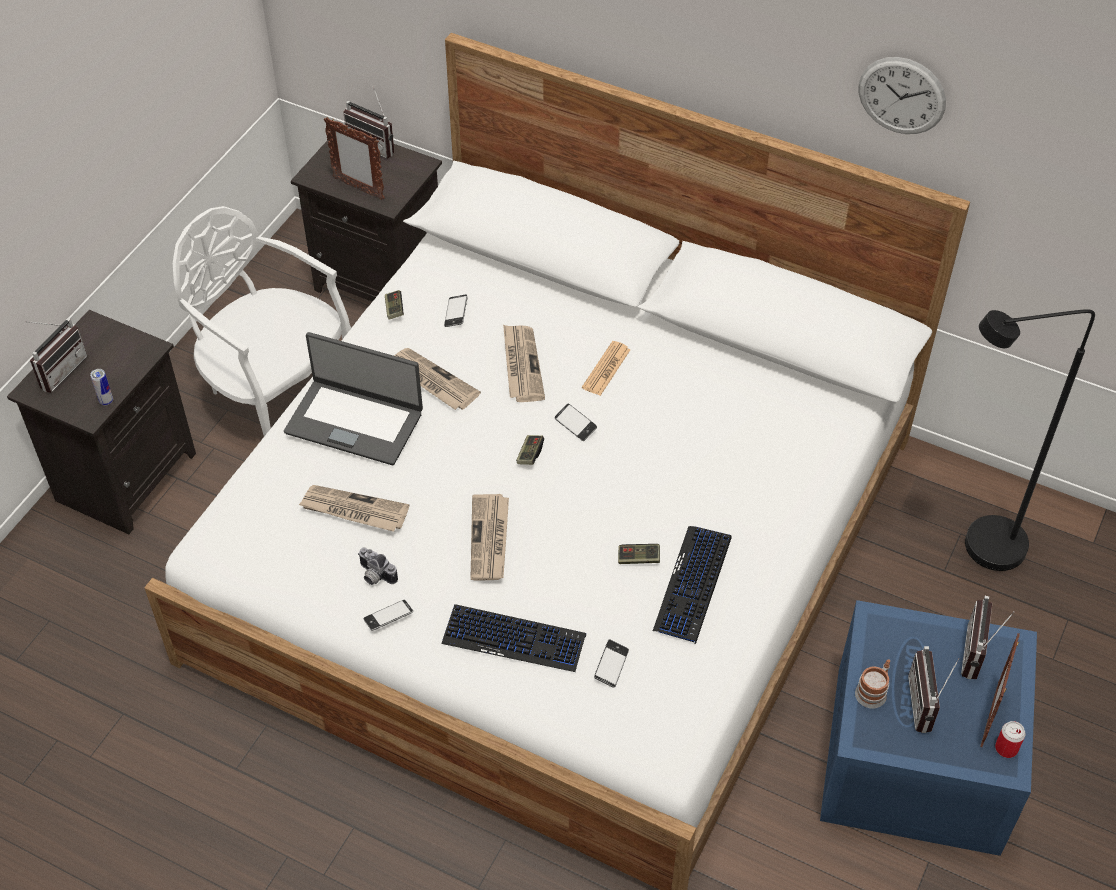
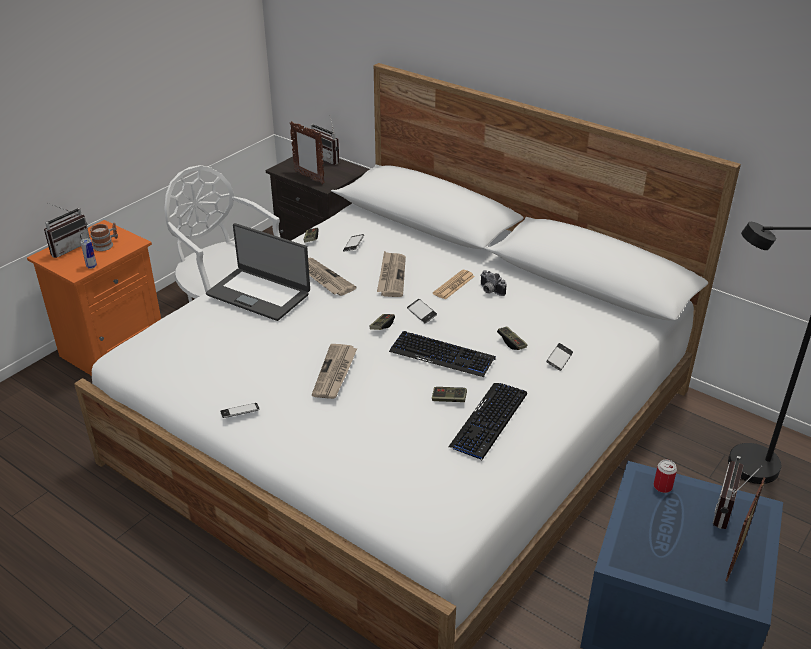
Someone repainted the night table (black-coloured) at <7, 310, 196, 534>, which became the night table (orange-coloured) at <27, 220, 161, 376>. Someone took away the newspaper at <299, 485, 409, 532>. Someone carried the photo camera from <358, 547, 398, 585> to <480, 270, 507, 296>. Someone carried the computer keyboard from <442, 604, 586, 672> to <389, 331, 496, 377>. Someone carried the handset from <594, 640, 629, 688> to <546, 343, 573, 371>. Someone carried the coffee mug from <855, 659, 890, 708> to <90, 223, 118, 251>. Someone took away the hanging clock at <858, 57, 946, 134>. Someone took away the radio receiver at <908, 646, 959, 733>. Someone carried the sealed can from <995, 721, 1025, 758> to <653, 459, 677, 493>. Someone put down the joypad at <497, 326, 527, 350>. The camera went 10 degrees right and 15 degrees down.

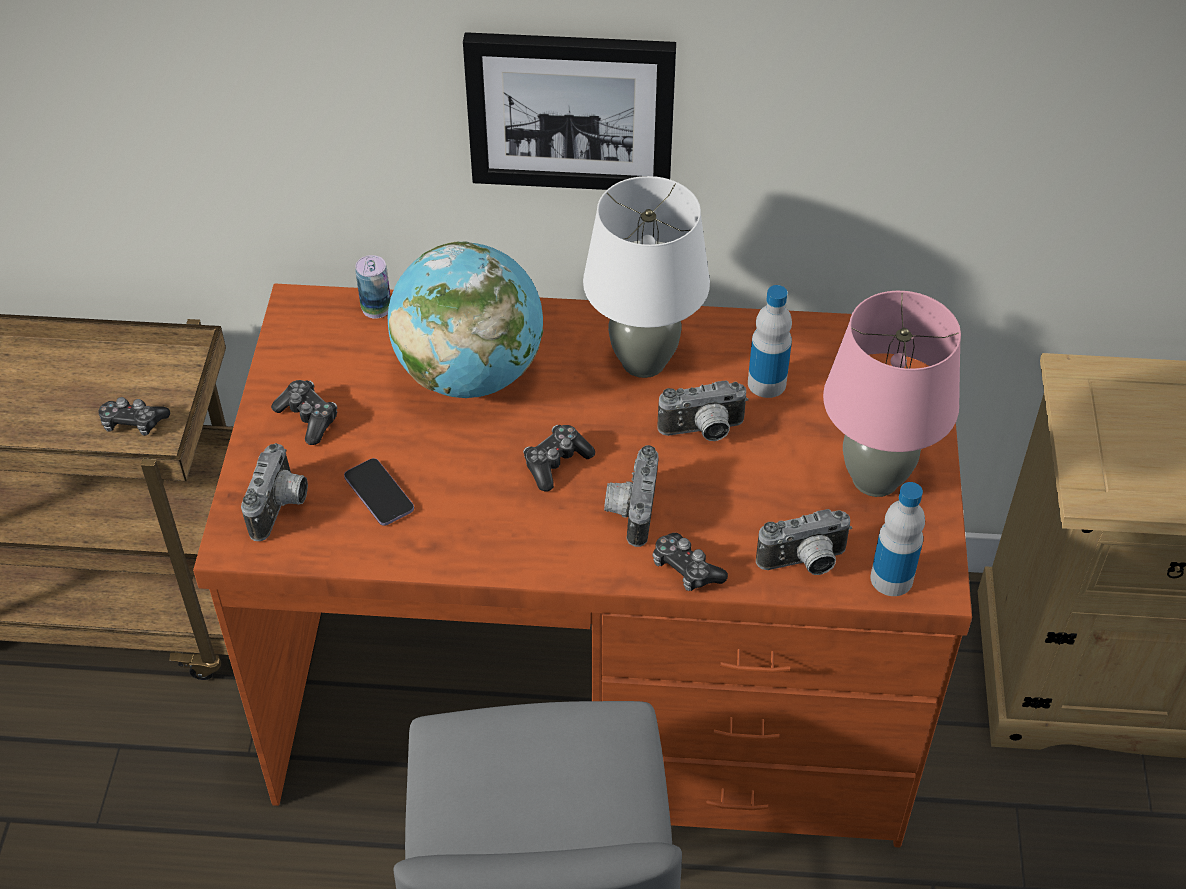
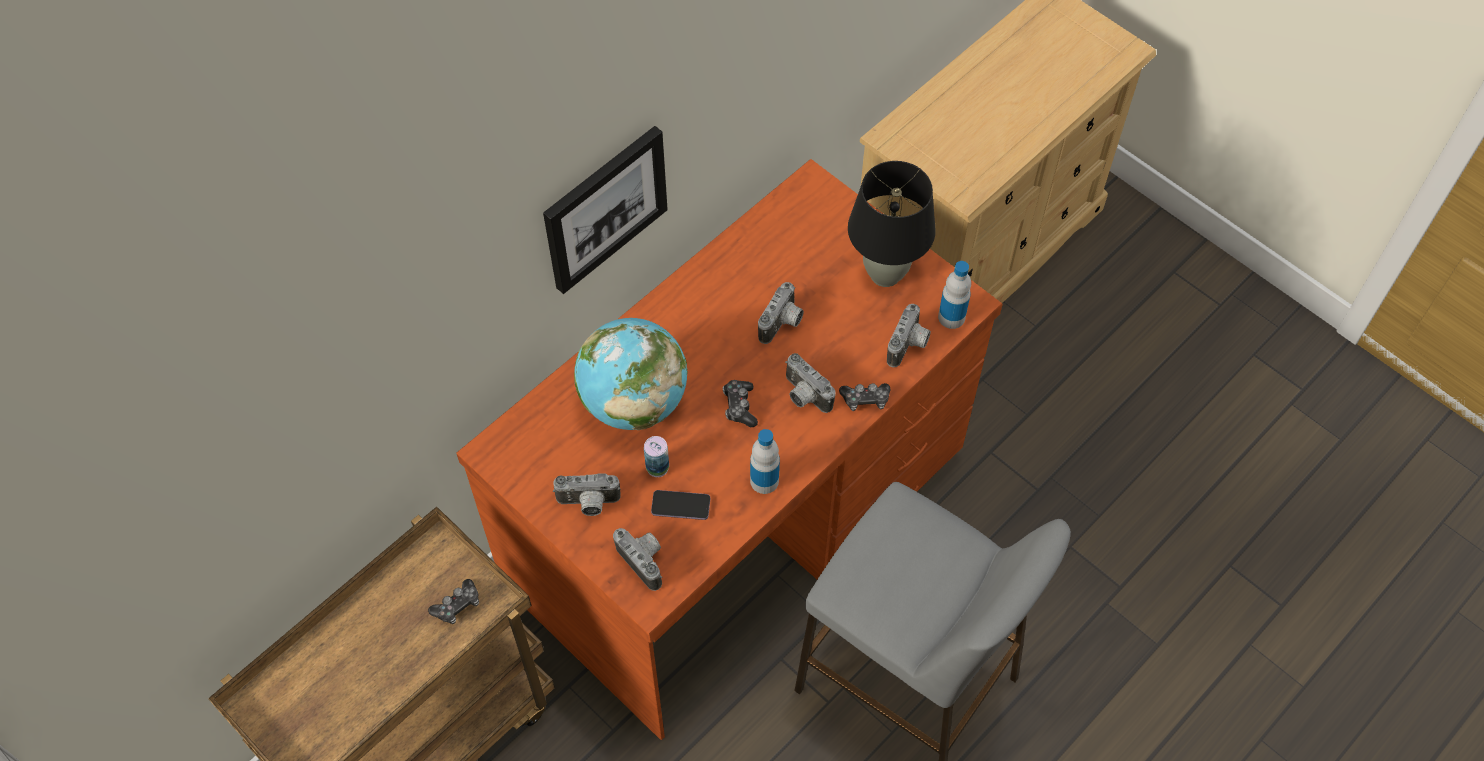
Someone swapped the joypad at <271, 380, 337, 445> for the photo camera at <553, 473, 621, 516>. Someone carried the sealed can from <356, 255, 391, 319> to <644, 436, 669, 477>. Someone took away the lamp for a table (whitish) at <583, 176, 710, 378>. Someone carried the drink bottle from <748, 285, 792, 398> to <750, 429, 780, 494>. Someone repainted the lamp for a table (pink-coloured) at <823, 291, 961, 497>, which became the lamp for a table (black-coloured) at <848, 161, 936, 287>. The camera went 50 degrees left and 10 degrees up.

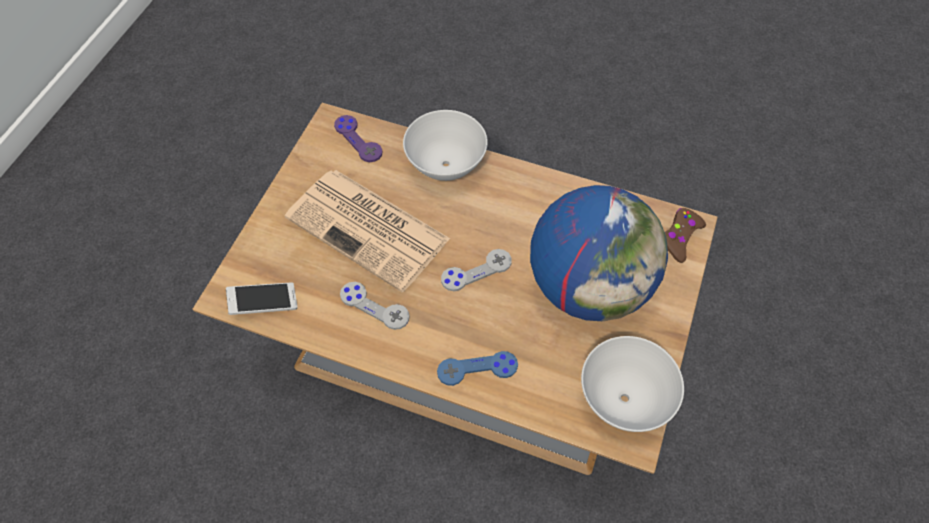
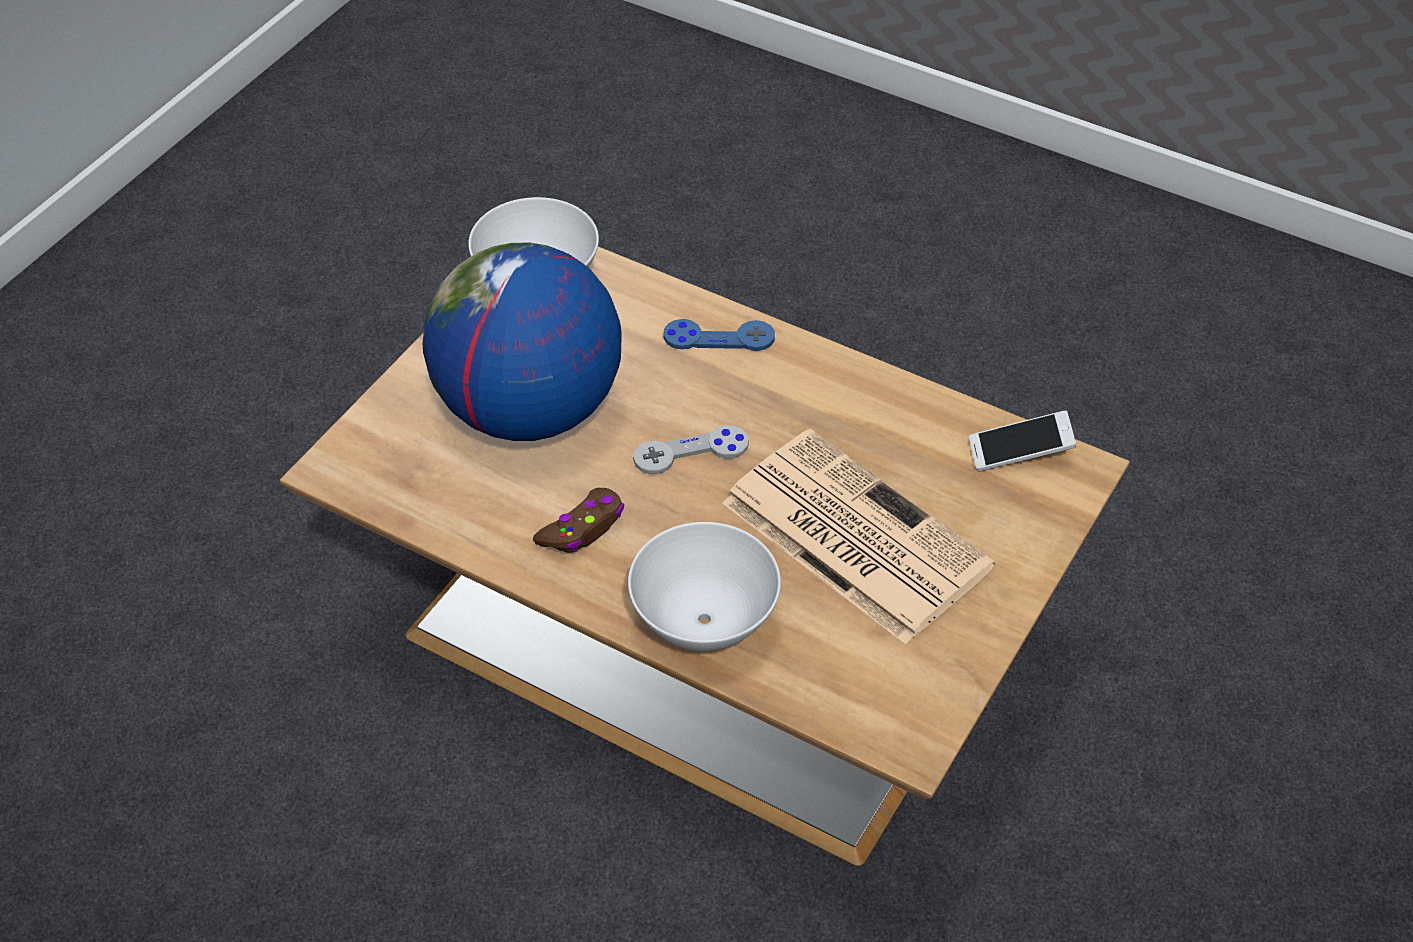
Someone took away the joypad (purple-coloured) at <334, 115, 383, 162>. Someone took away the joypad (gray) at <340, 282, 410, 330>. Someone carried the joypad (brownish) from <665, 208, 706, 263> to <533, 488, 624, 553>. The camera went 170 degrees left and 10 degrees down.

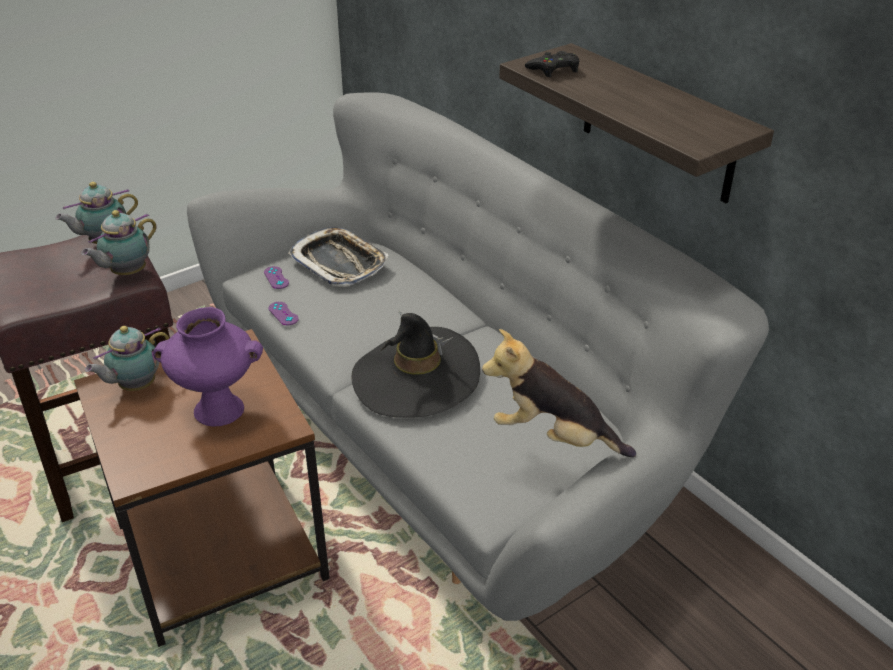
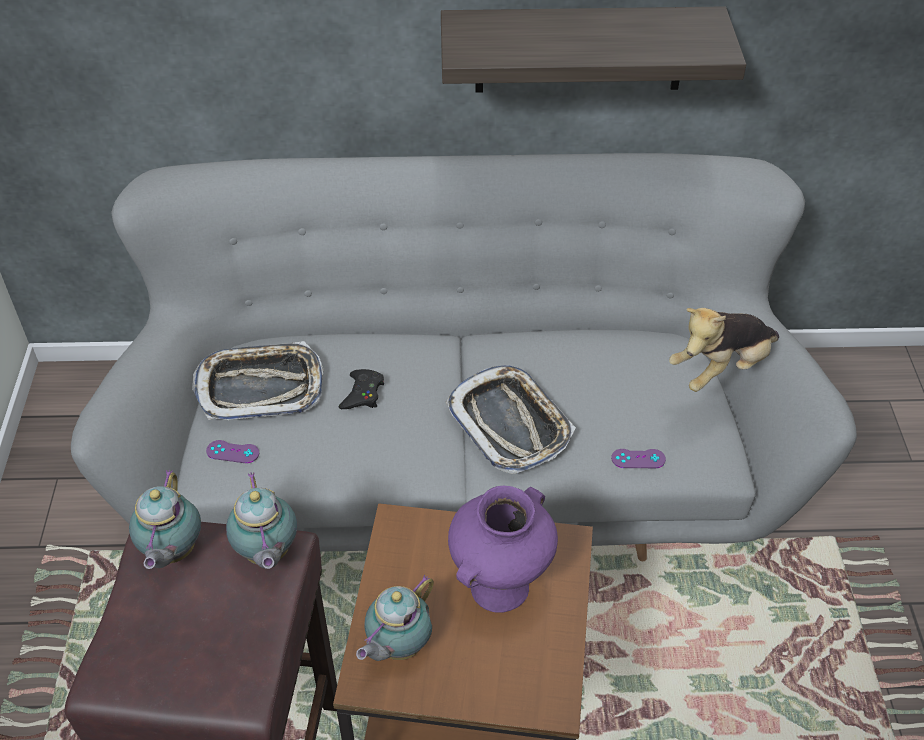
Someone rotated the teapot at <85, 326, 169, 391> by 45 degrees clockwise. Someone carried the joypad (purple-coloured) from <269, 302, 299, 325> to <611, 449, 666, 468>. Someone swapped the hat (black-coloured) at <351, 311, 480, 418> for the tray at <446, 365, 576, 474>. Someone carried the joypad (black-coloured) from <525, 51, 579, 77> to <338, 369, 384, 409>. The camera went 55 degrees left and 10 degrees up.

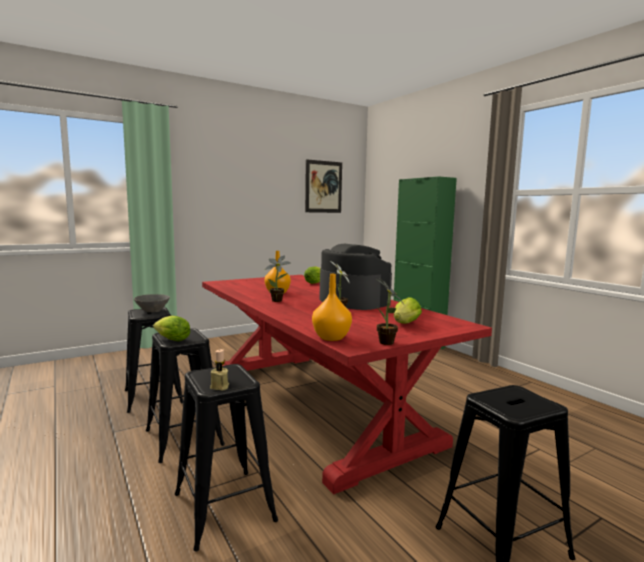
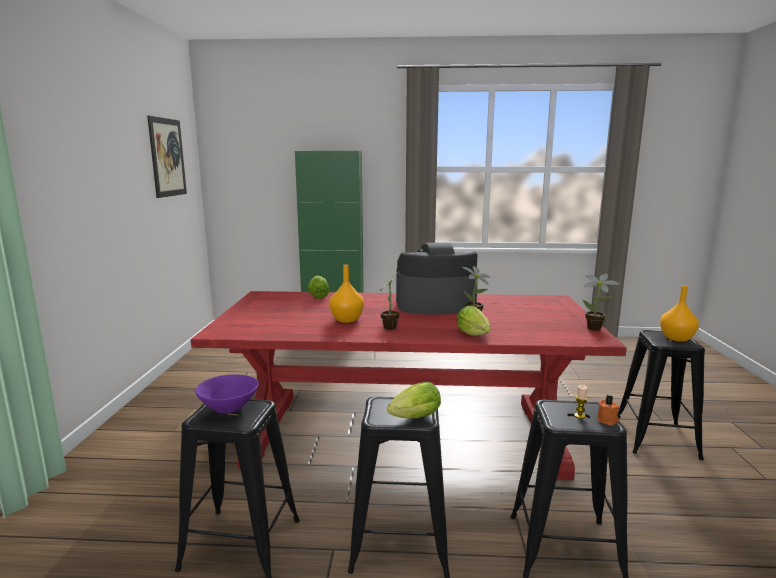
Someone repainted the deep dish (gray) at <134, 294, 170, 313>, which became the deep dish (purple-coloured) at <195, 374, 259, 414>. Someone repainted the wax light (sand-coloured) at <210, 362, 229, 391>, which became the wax light (orange-coloured) at <598, 395, 619, 426>. Someone carried the decorative vase (orange-coloured) from <312, 274, 352, 341> to <660, 285, 699, 342>. Someone carried the lettuce from <394, 297, 422, 324> to <457, 306, 491, 336>. The camera went 55 degrees left and 5 degrees up.

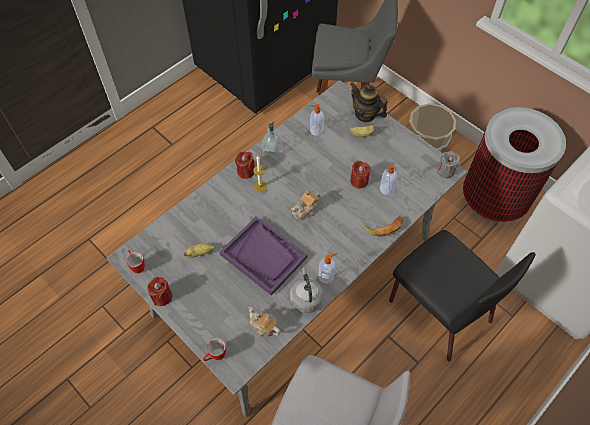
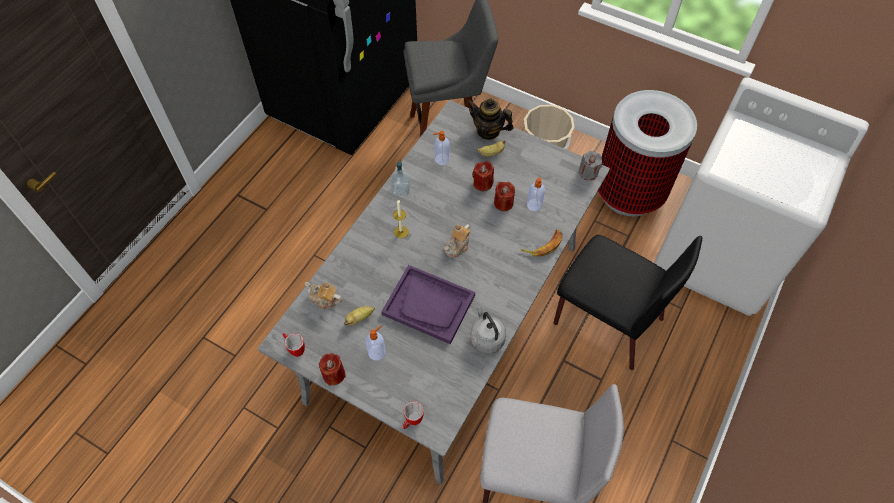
Someone carried the wax light (reddish) from <235, 152, 255, 179> to <472, 161, 494, 192>. Someone carried the teapot from <248, 307, 280, 337> to <305, 282, 342, 310>. Someone carried the liquid soap bottle from <318, 253, 337, 284> to <366, 326, 386, 361>. The camera went 15 degrees left and 0 degrees up.

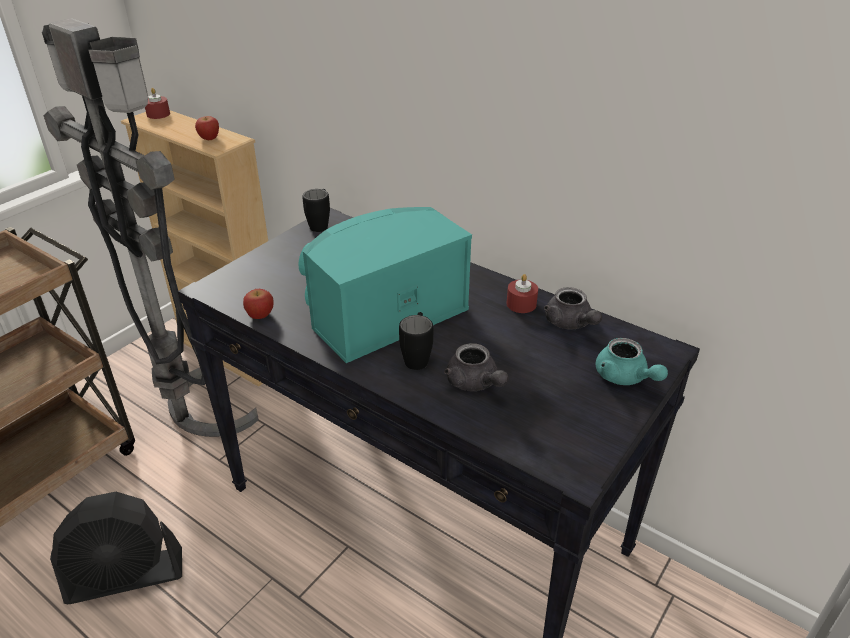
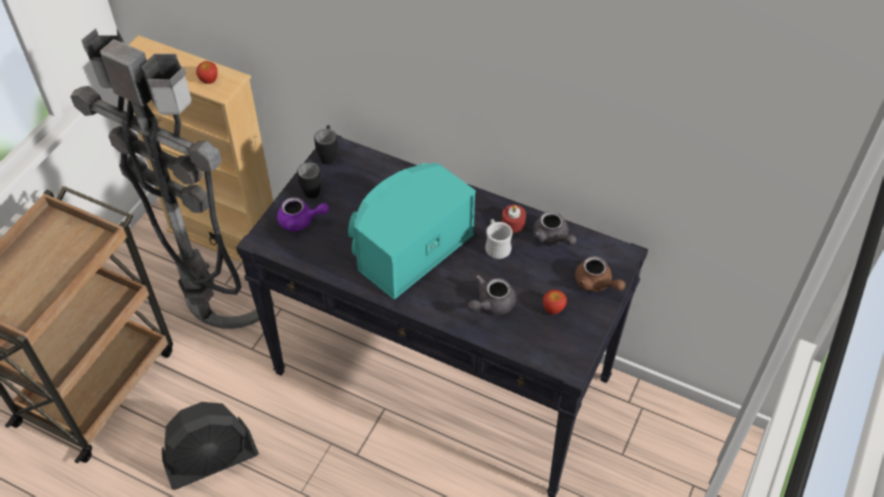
Someone took away the wax light (reddish) at <145, 88, 170, 119>. Someone carried the whole apple from <243, 289, 274, 319> to <543, 290, 567, 314>. Someone carried the coffee mug (black-coloured) from <399, 312, 433, 370> to <297, 158, 321, 199>. Someone rotated the teapot (gray) at <444, 343, 509, 391> by 90 degrees clockwise. Someone repainted the teapot (blue-green) at <595, 338, 668, 385>, which became the teapot (brownish) at <575, 256, 626, 292>. Someone put down the teapot (purple-coloured) at <277, 197, 329, 232>. Someone put down the coffee mug (whitish) at <485, 219, 513, 259>. The camera went 10 degrees left and 15 degrees up.

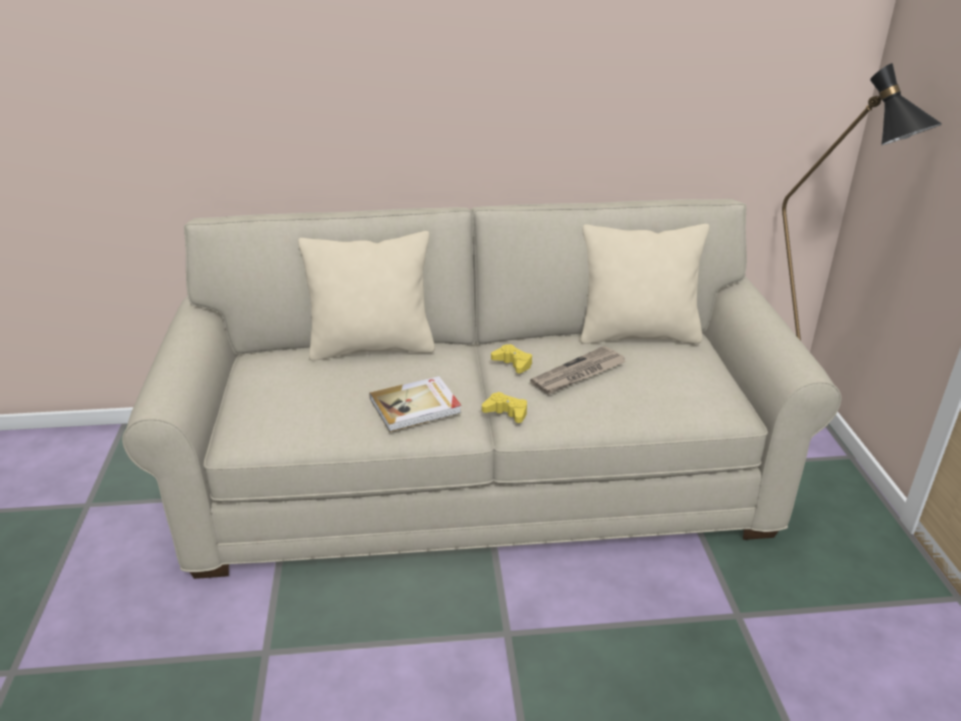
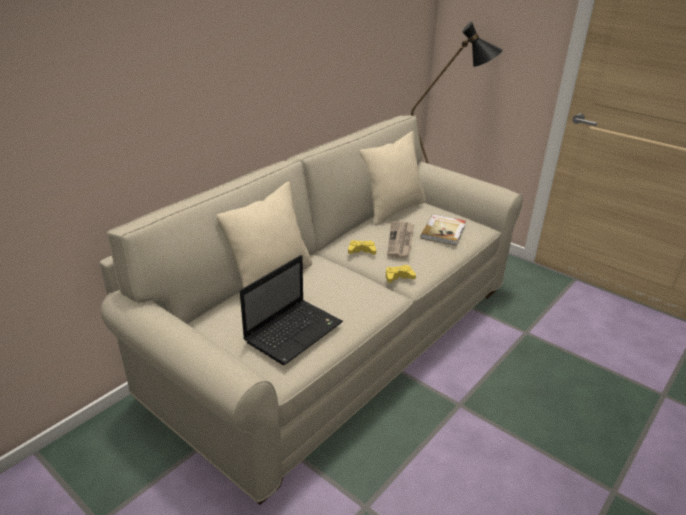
Someone carried the volume from <370, 376, 461, 432> to <421, 214, 466, 246>. Someone put down the laptop at <240, 255, 343, 365>. The camera went 45 degrees left and 0 degrees up.

